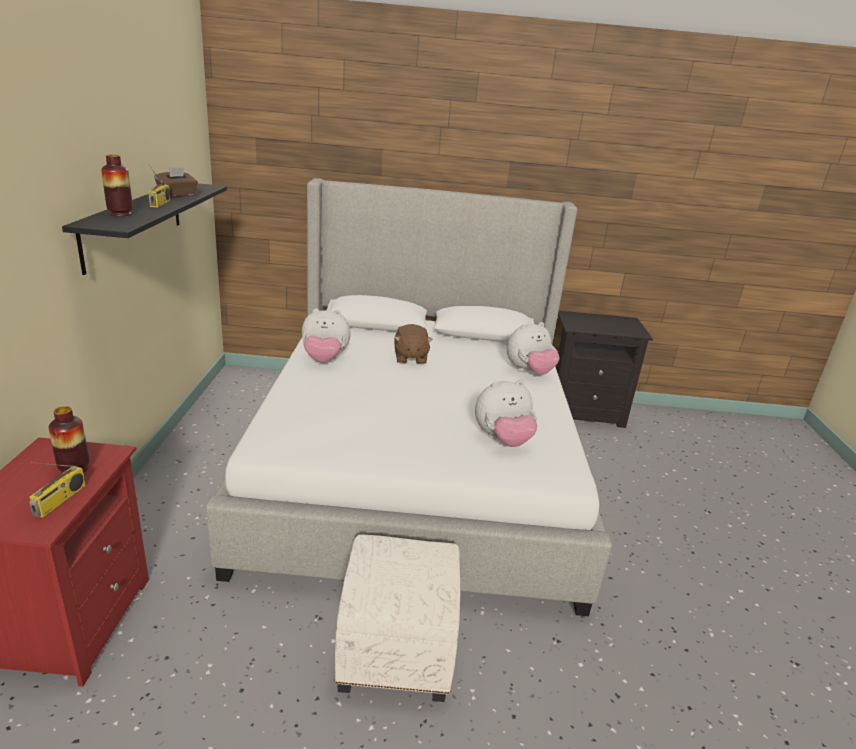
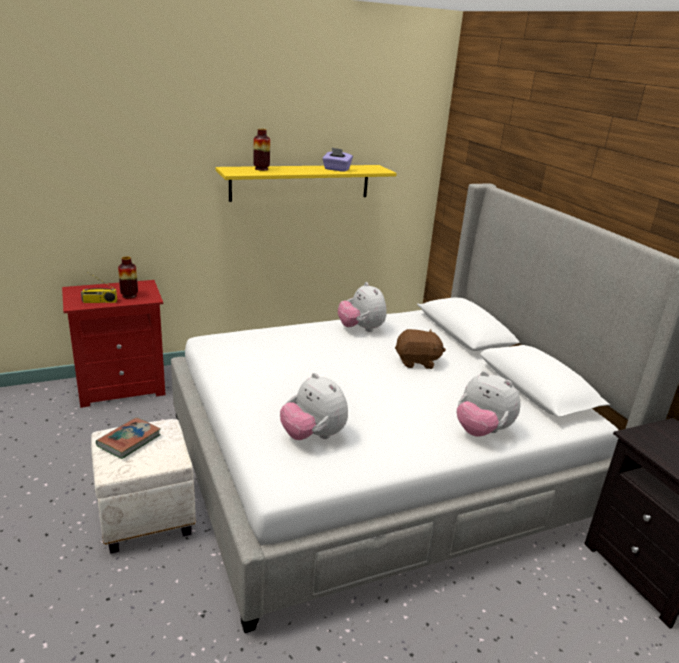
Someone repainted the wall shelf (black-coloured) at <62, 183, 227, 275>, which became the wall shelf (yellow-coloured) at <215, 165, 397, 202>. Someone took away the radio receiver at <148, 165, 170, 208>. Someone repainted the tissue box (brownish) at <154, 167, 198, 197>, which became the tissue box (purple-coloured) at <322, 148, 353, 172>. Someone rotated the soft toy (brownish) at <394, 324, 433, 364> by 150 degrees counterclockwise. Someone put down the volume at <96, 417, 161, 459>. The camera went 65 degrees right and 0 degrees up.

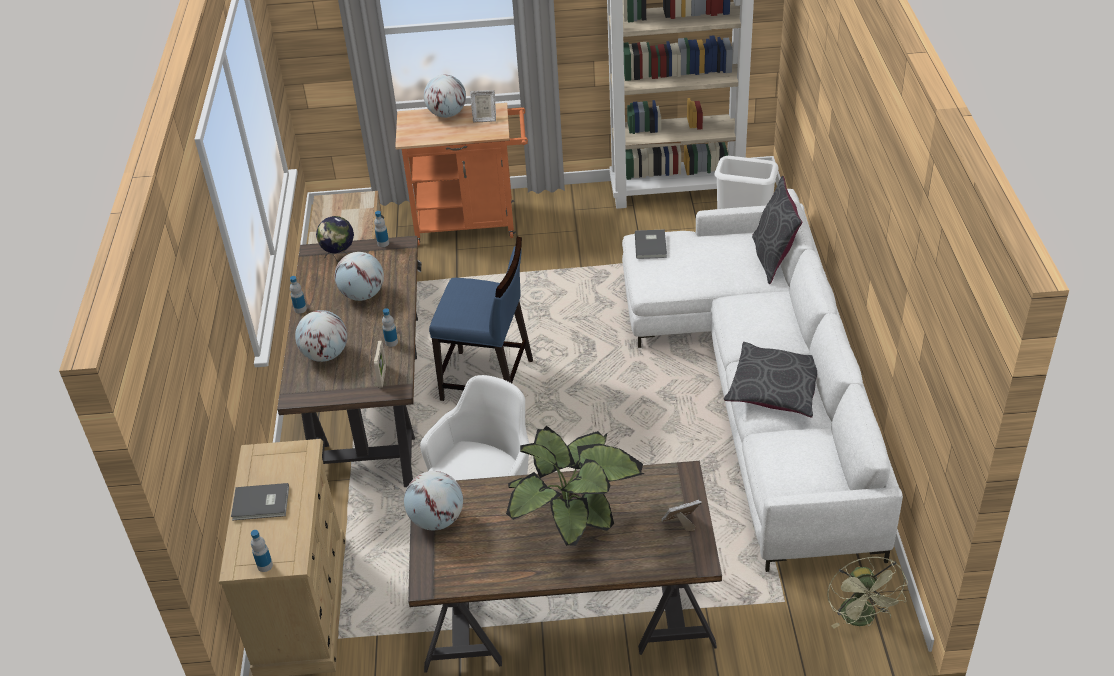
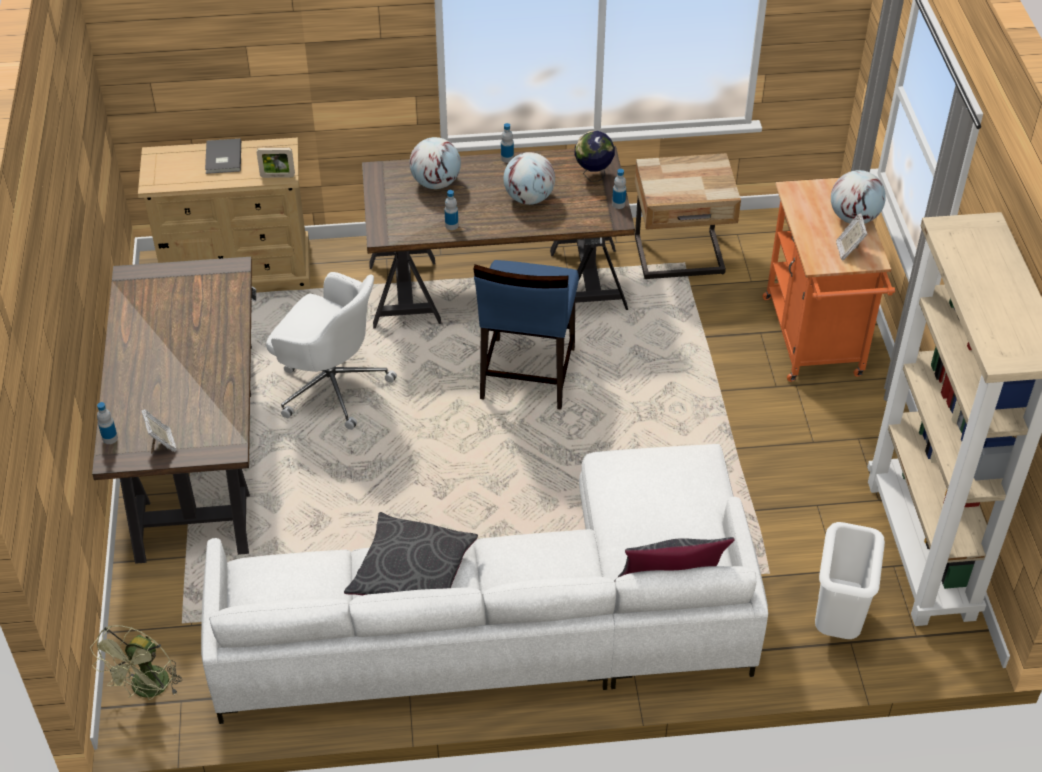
Someone carried the drink bottle from <251, 530, 273, 572> to <97, 402, 118, 444>. Someone carried the standing frame from <374, 341, 386, 387> to <257, 148, 295, 178>. Someone took away the world globe at <404, 471, 463, 530>. Someone took away the plant in a pot at <506, 425, 645, 546>. Someone took away the volume (gray) at <635, 229, 667, 259>. Someone rotated the fan (green-coloured) at <827, 557, 908, 628> by 60 degrees counterclockwise. The camera went 85 degrees right and 5 degrees up.

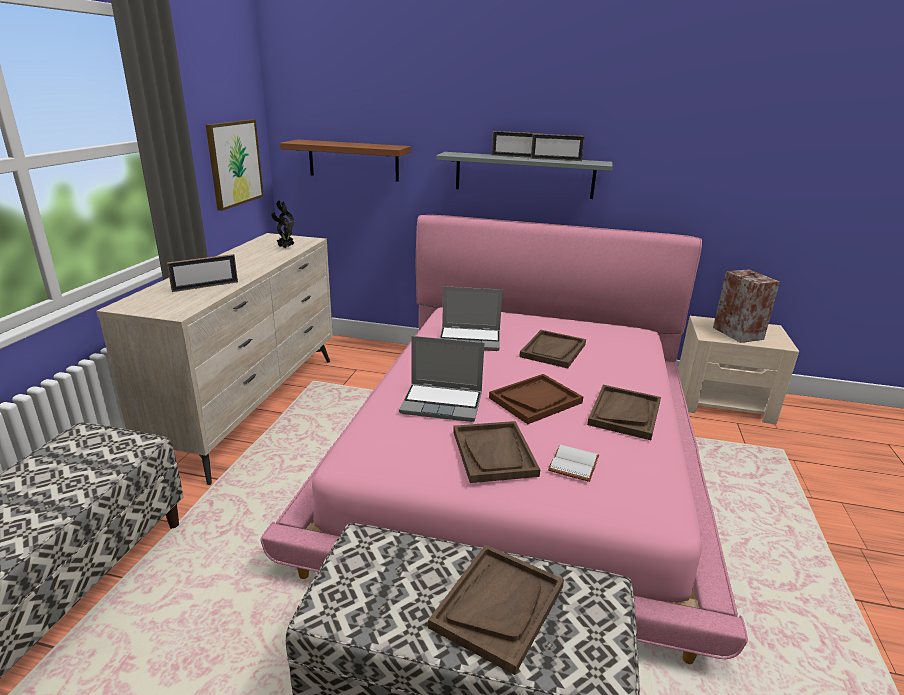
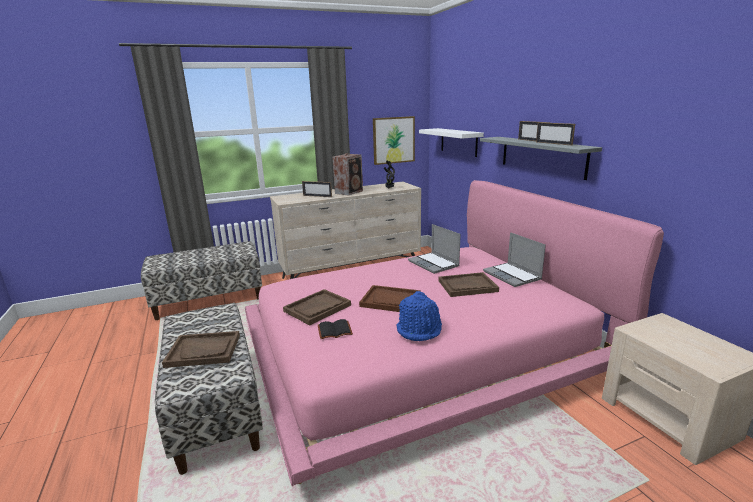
Someone repainted the wall shelf (brownish) at <280, 139, 411, 182>, which became the wall shelf (whitish) at <419, 128, 484, 157>. Someone carried the laptop from <399, 336, 484, 422> to <483, 232, 546, 287>. Someone repainted the volume (whitish) at <548, 445, 599, 482>, which became the volume (black-coloured) at <318, 319, 353, 339>. Someone swapped the tray (brownish) at <587, 385, 661, 440> for the hat (blue) at <397, 291, 442, 341>. Someone carried the loudspeaker from <713, 269, 780, 343> to <333, 153, 363, 196>. The camera went 55 degrees right and 5 degrees down.

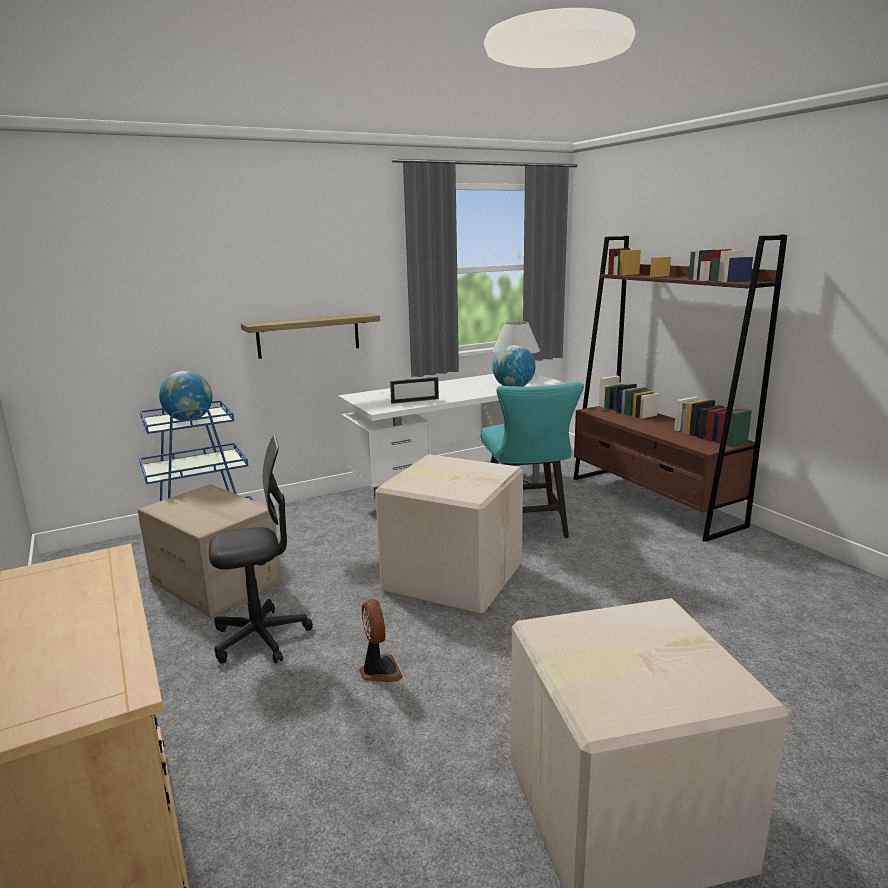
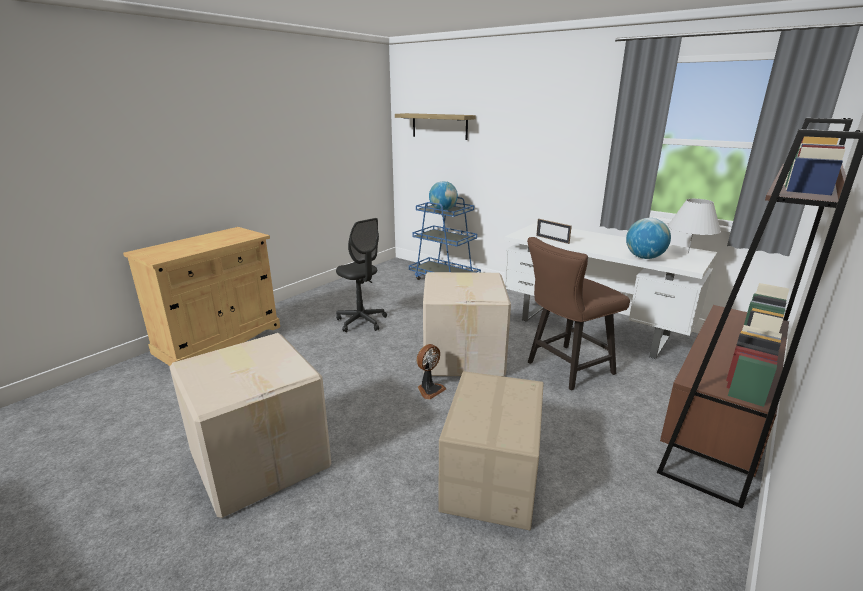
Someone carried the packing box from <138, 484, 282, 618> to <438, 371, 544, 530>. Someone carried the wall shelf from <241, 313, 380, 359> to <395, 113, 476, 140>. Someone carried the fan from <359, 599, 403, 682> to <417, 344, 446, 400>. Someone repainted the plain chair (blue-green) at <480, 382, 584, 538>, which became the plain chair (brownish) at <527, 237, 630, 390>. The camera went 65 degrees right and 5 degrees up.

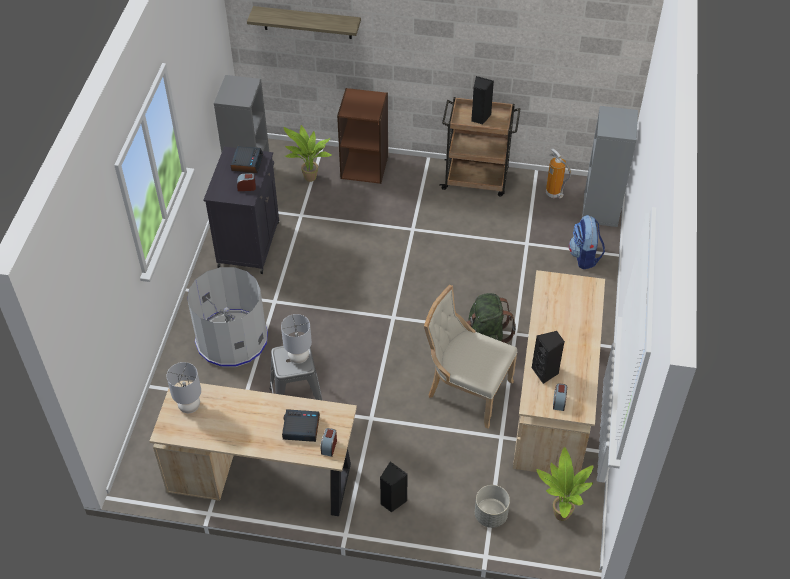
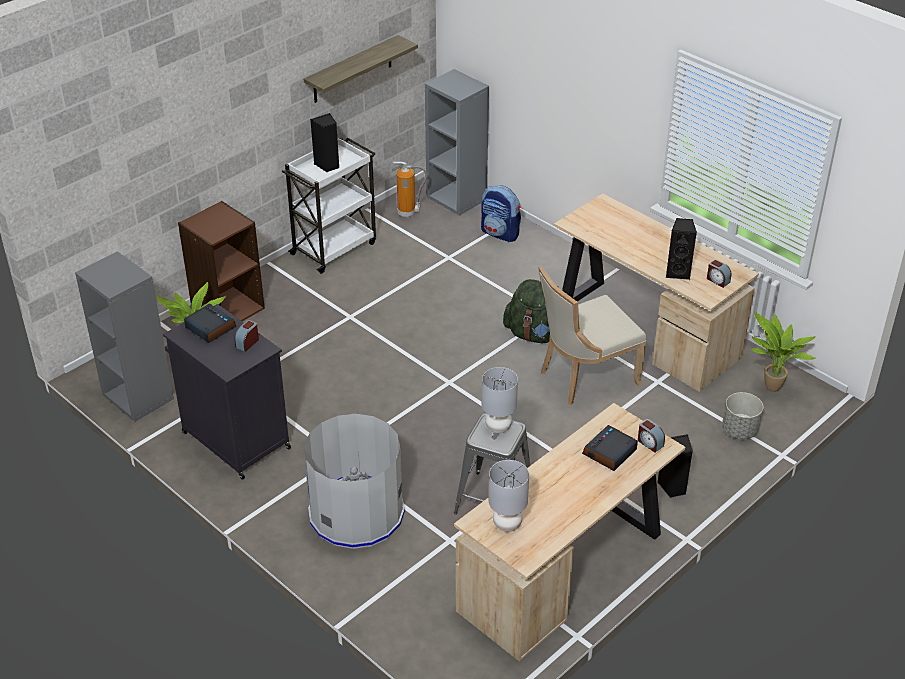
Someone carried the wall shelf from <247, 6, 361, 39> to <304, 35, 418, 103>. Someone repainted the wheeled cart (brownish) at <439, 97, 520, 197>, which became the wheeled cart (whitish) at <282, 137, 376, 274>. The camera went 55 degrees left and 10 degrees down.

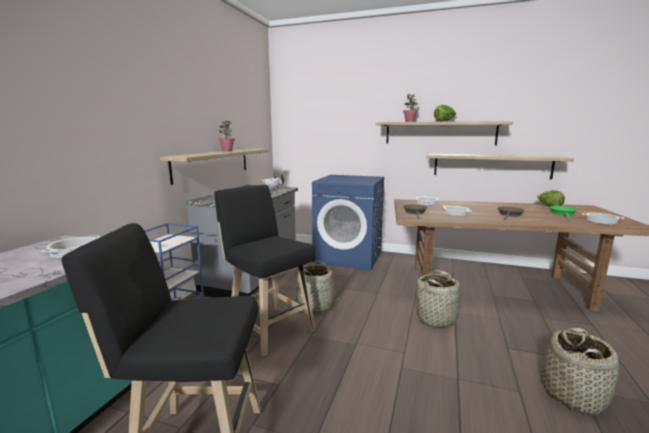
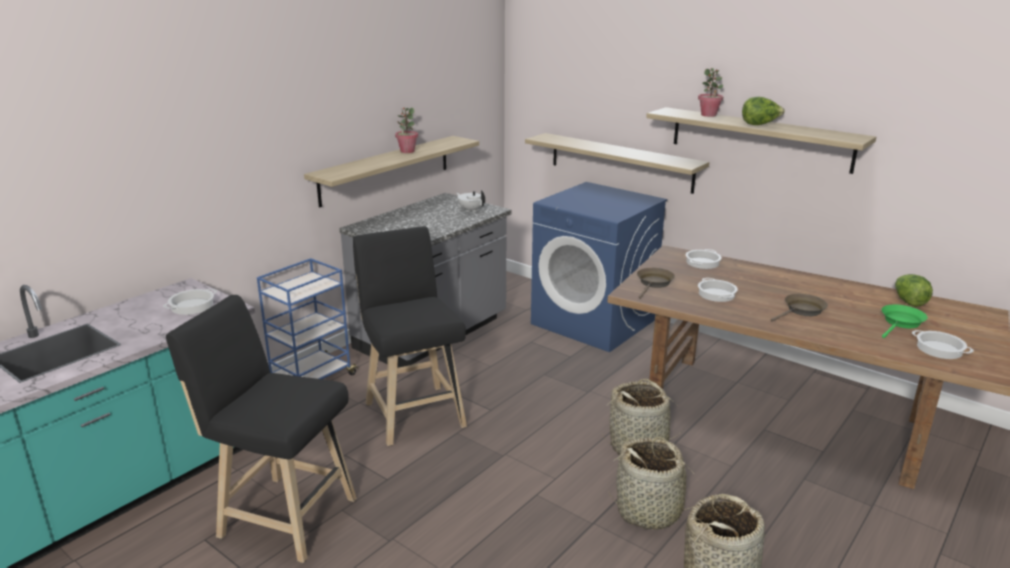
Someone carried the basket from <295, 261, 343, 314> to <608, 437, 702, 530>. Someone carried the wall shelf from <426, 154, 574, 179> to <525, 133, 709, 194>. The camera went 20 degrees right and 10 degrees up.

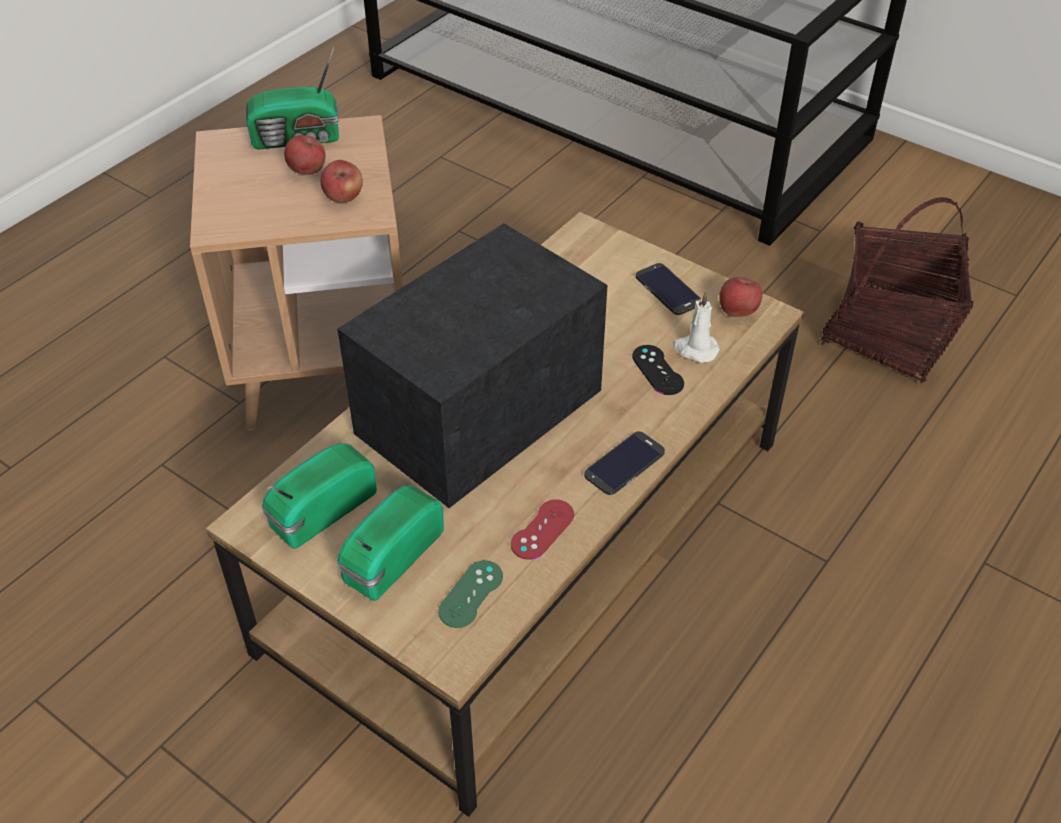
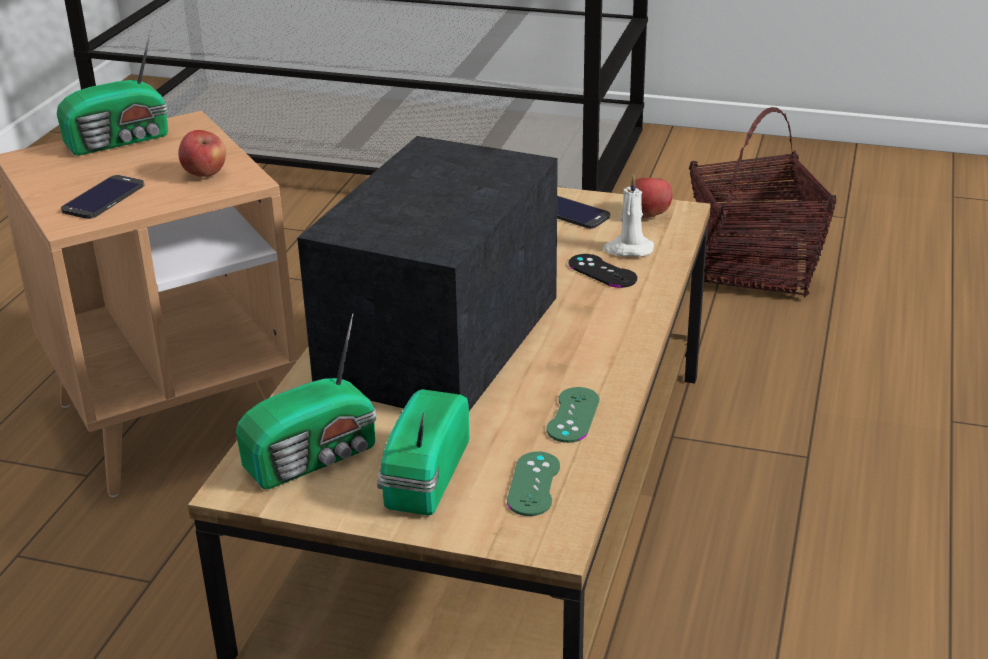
Someone rotated the radio receiver at <261, 443, 377, 549> by 150 degrees counterclockwise. Someone took away the whole apple at <284, 135, 326, 175>. Someone repainted the joypad (reddish) at <511, 500, 574, 560>, which became the joypad (green-coloured) at <547, 387, 599, 443>. Someone carried the handset from <584, 431, 665, 495> to <61, 175, 144, 219>. The camera went 20 degrees left and 15 degrees down.

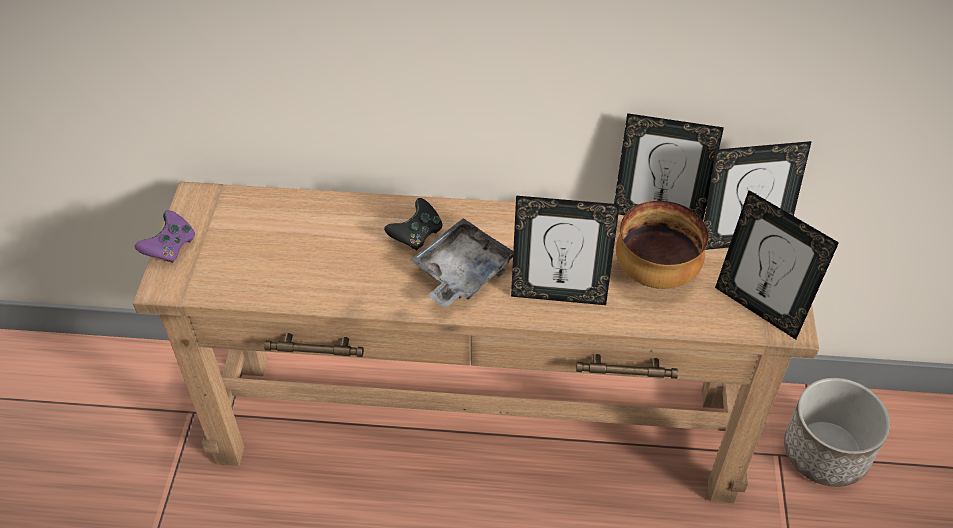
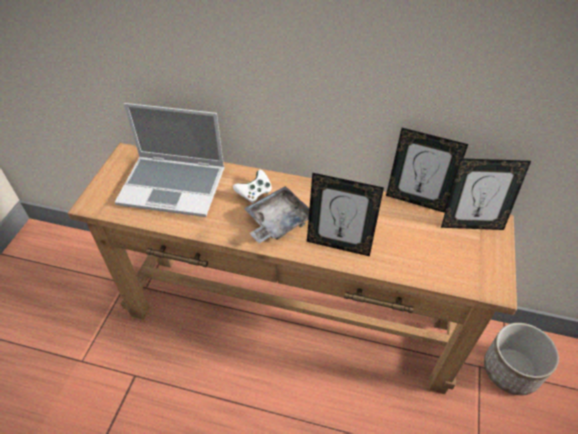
Someone took away the joypad (purple-coloured) at <135, 210, 195, 263>. Someone repainted the joypad (black-coloured) at <384, 198, 443, 251>, which became the joypad (whitish) at <233, 170, 272, 203>. Someone took away the deep dish at <616, 201, 708, 289>. Someone took away the standing frame at <715, 190, 839, 340>. Someone put down the laptop at <115, 103, 225, 217>. The camera went 10 degrees right and 0 degrees up.

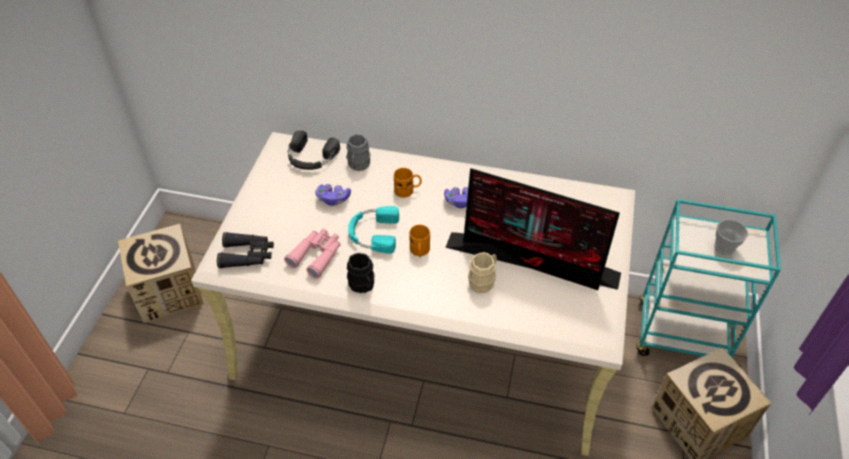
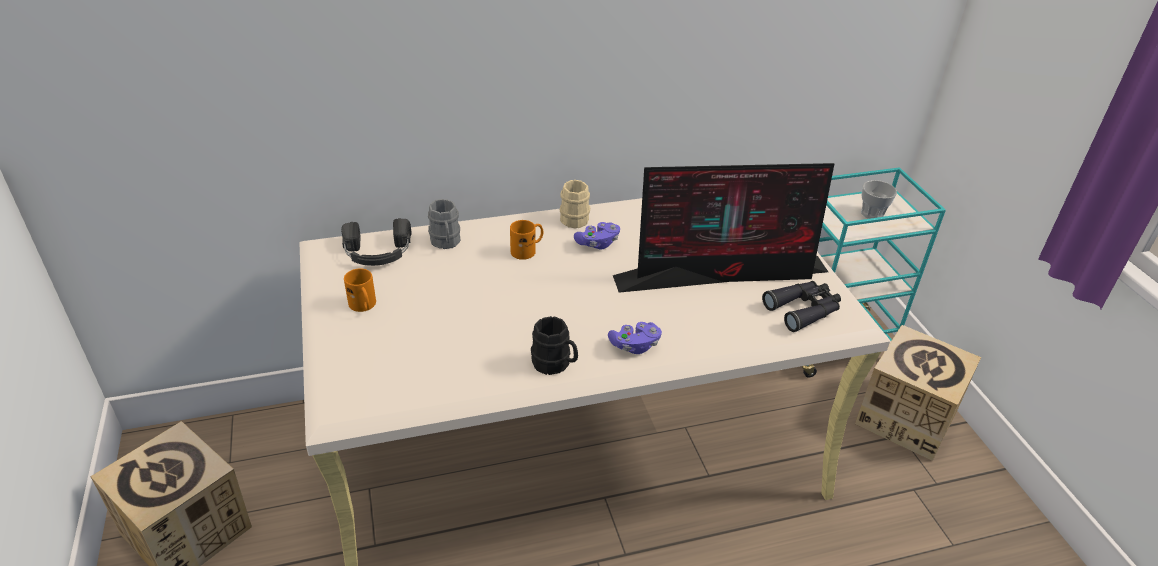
Someone carried the field glasses (black-coloured) from <217, 232, 274, 268> to <762, 281, 841, 332>. Someone took away the field glasses (pink-coloured) at <284, 228, 341, 279>. Someone carried the joypad (purple-coloured) from <315, 184, 351, 206> to <608, 322, 662, 354>. Someone took away the pair of headphones (blue-green) at <348, 206, 399, 254>. Someone carried the coffee mug (orange-coloured) from <409, 225, 430, 258> to <344, 268, 376, 312>. Someone carried the coffee mug (sand-coloured) from <468, 252, 497, 293> to <560, 180, 590, 229>. The camera went 30 degrees left and 10 degrees down.

